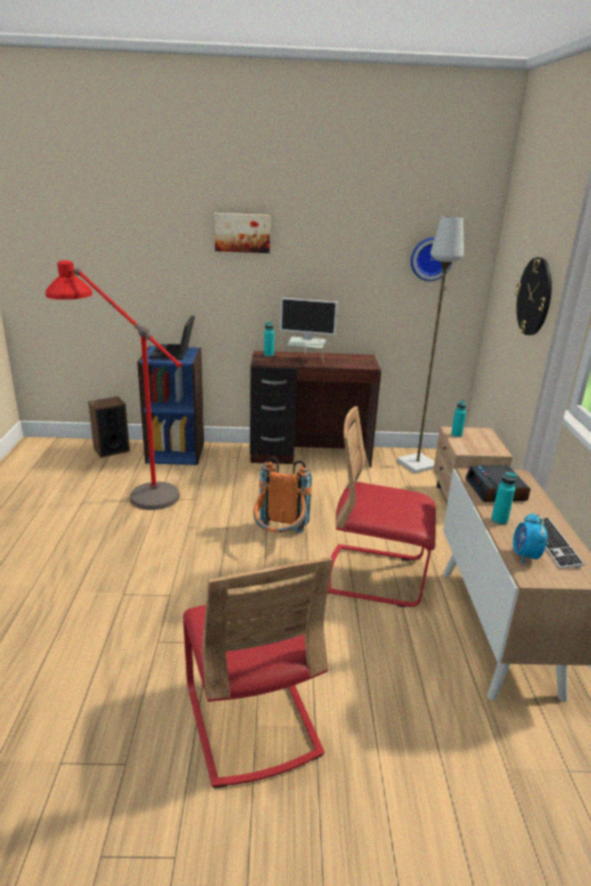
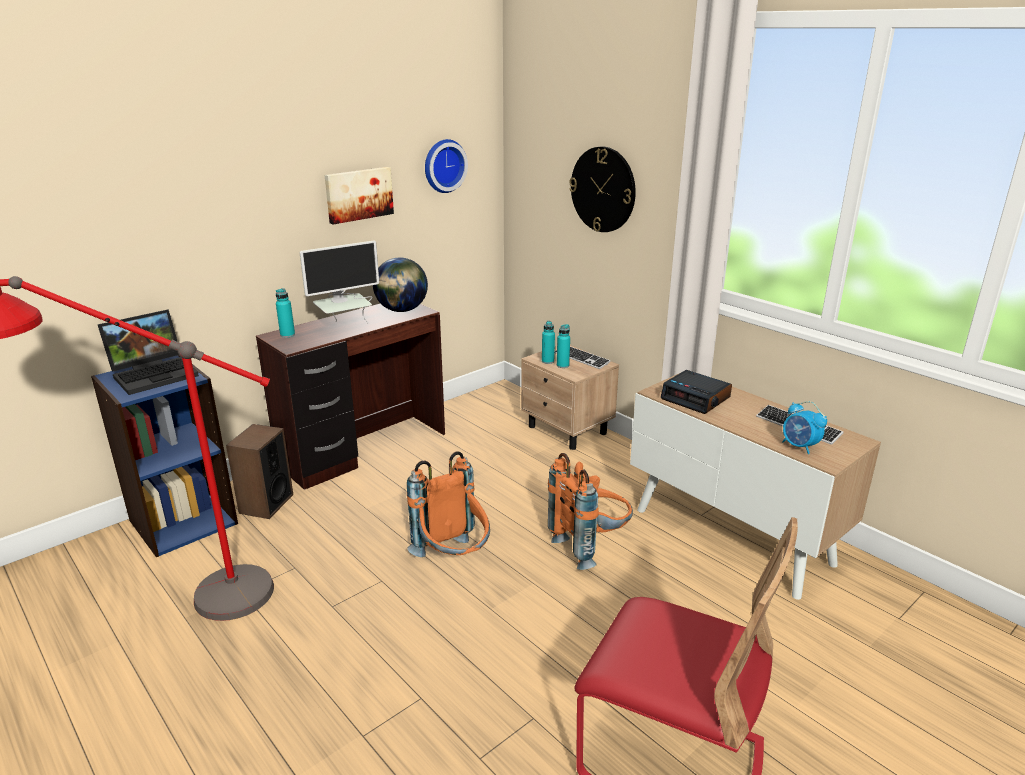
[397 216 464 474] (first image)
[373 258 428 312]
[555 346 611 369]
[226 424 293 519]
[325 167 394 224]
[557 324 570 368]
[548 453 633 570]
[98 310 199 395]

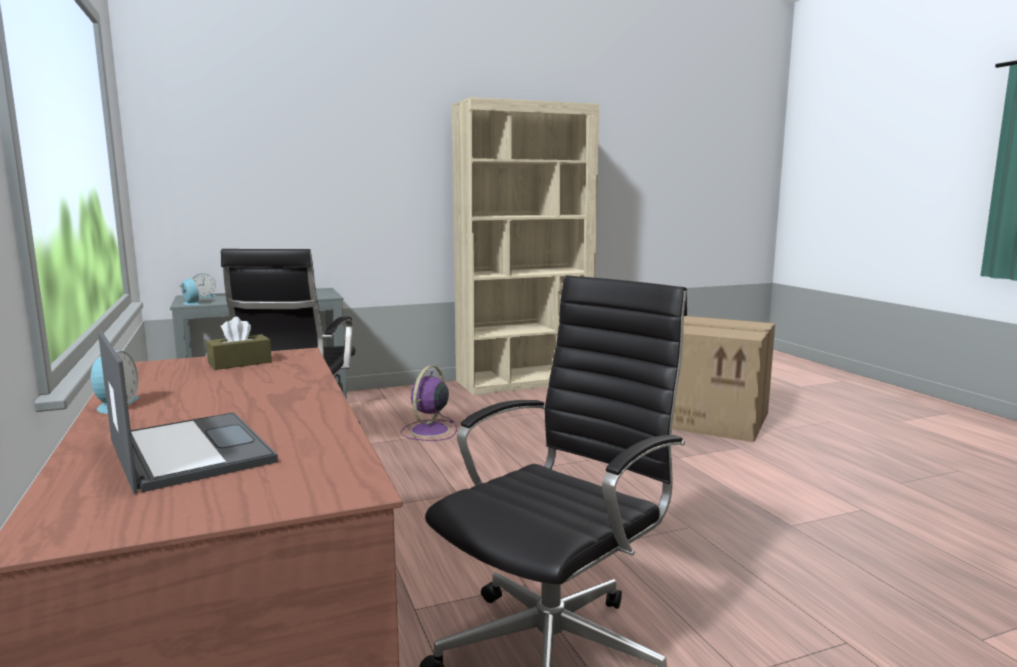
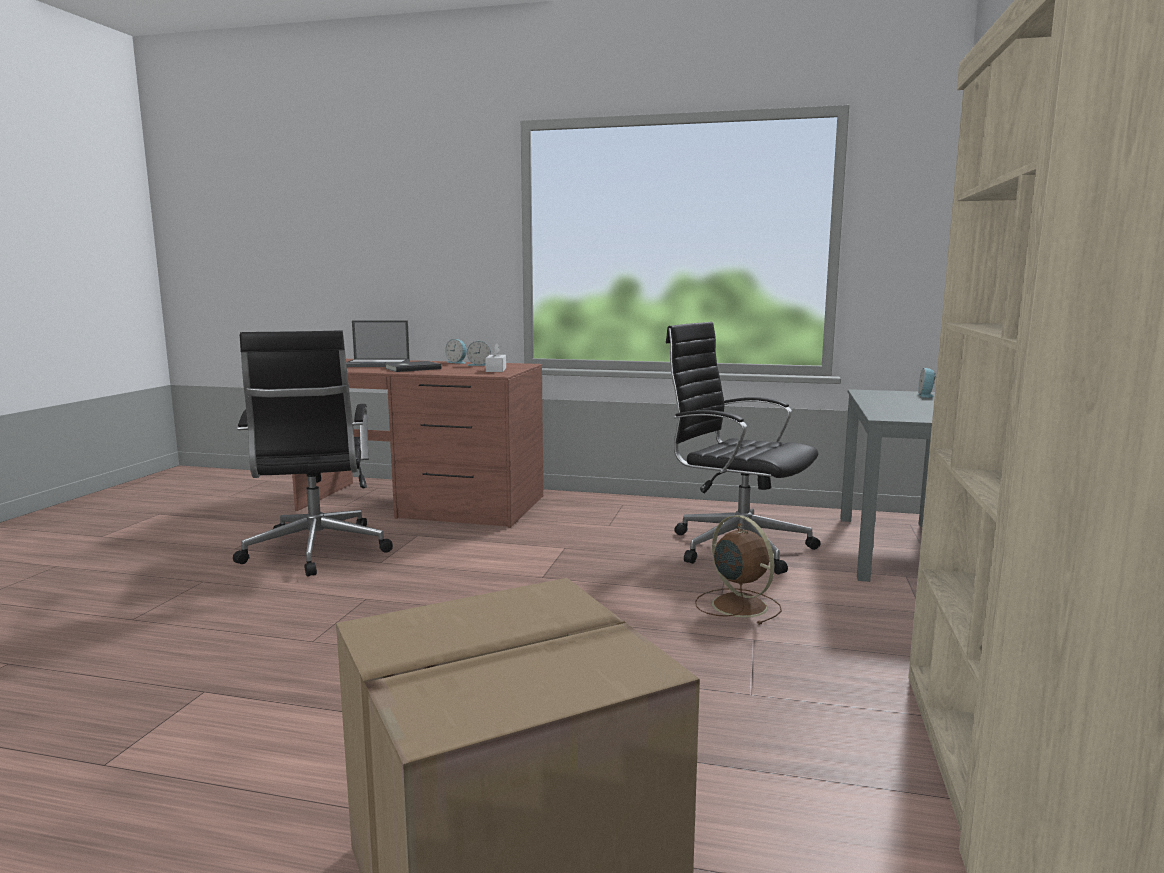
[385 361 441 372]
[467 341 491 366]
[485 343 506 372]
[695 515 782 625]

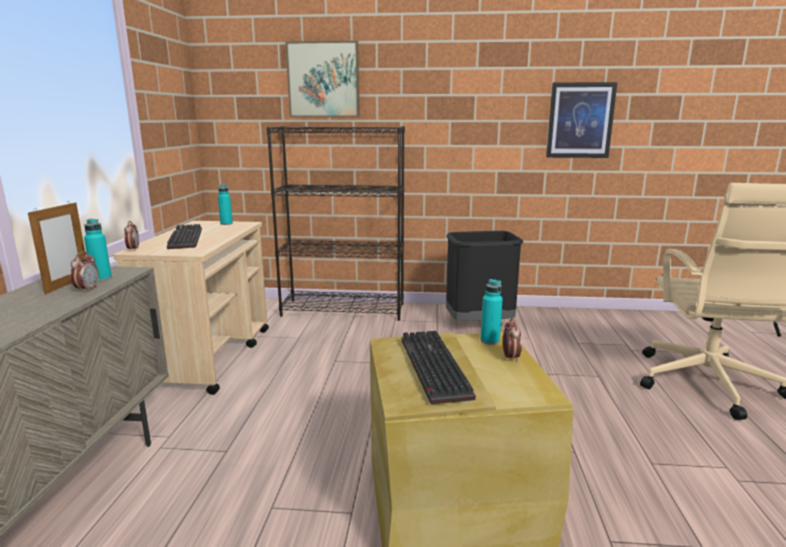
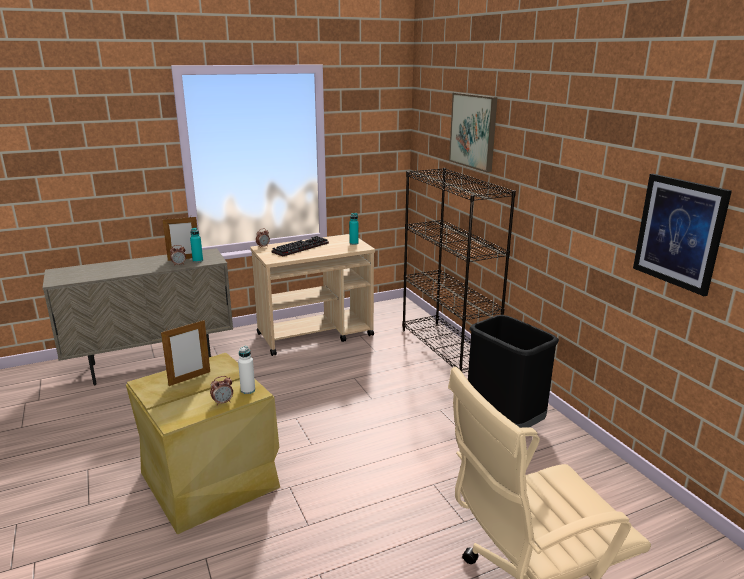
[161 320 210 386]
[238 346 255 394]

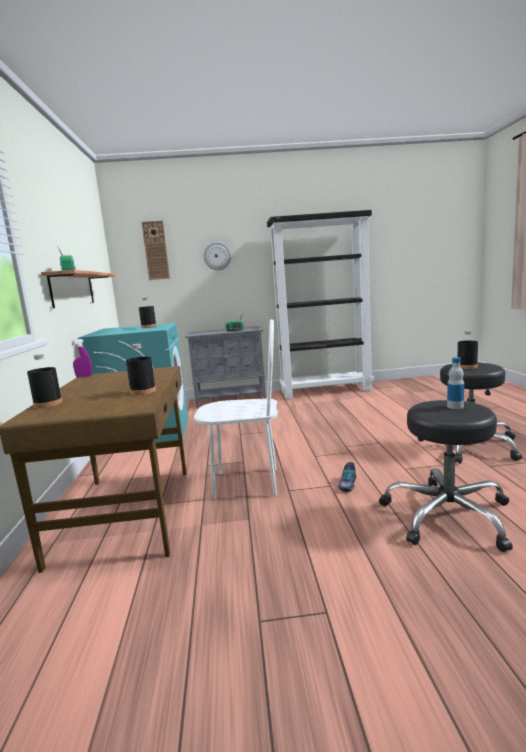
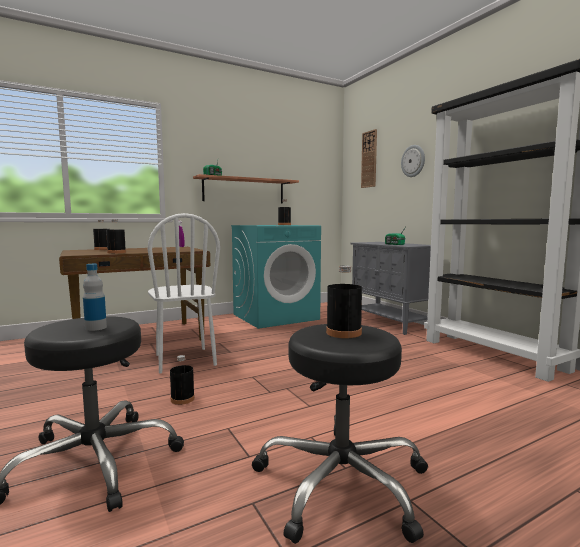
[170 355 195 405]

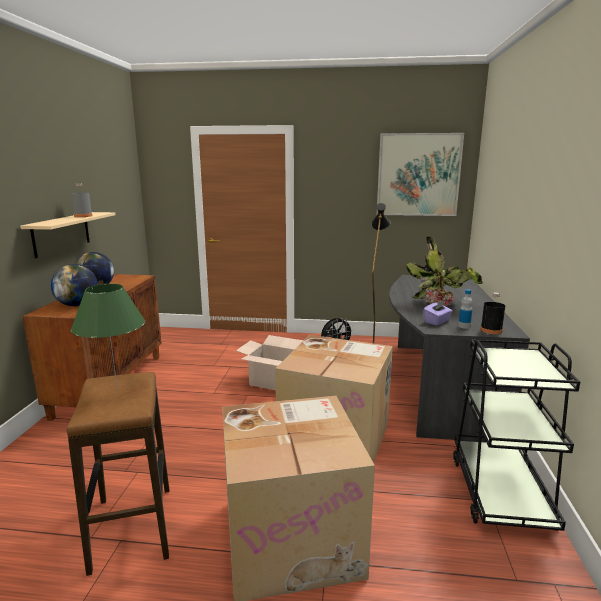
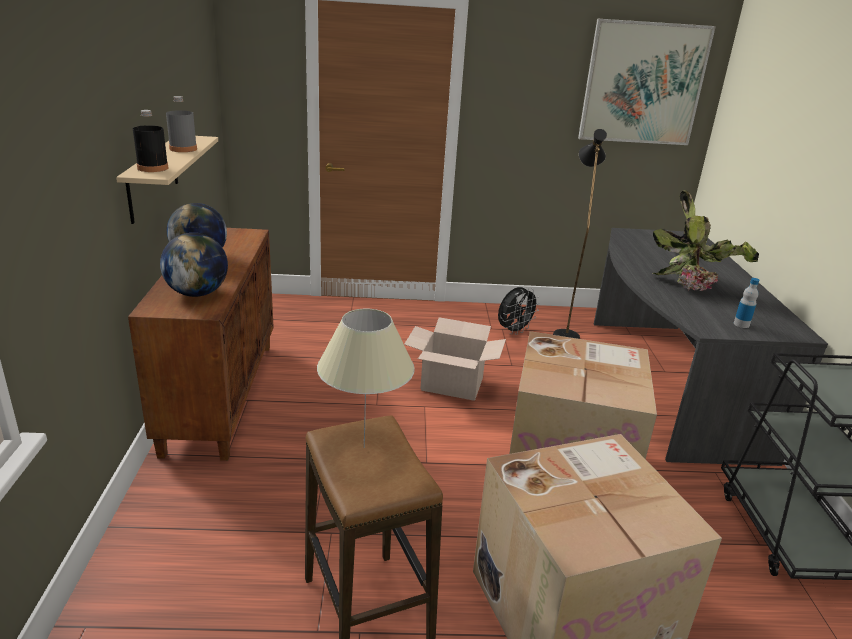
[423 301 453 326] (first image)
[133 110 168 172]
[317 309 415 448]

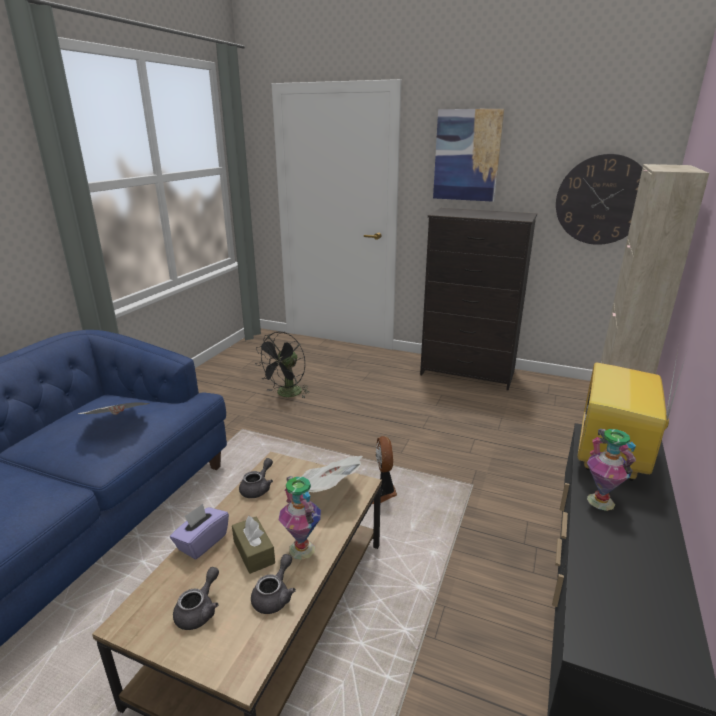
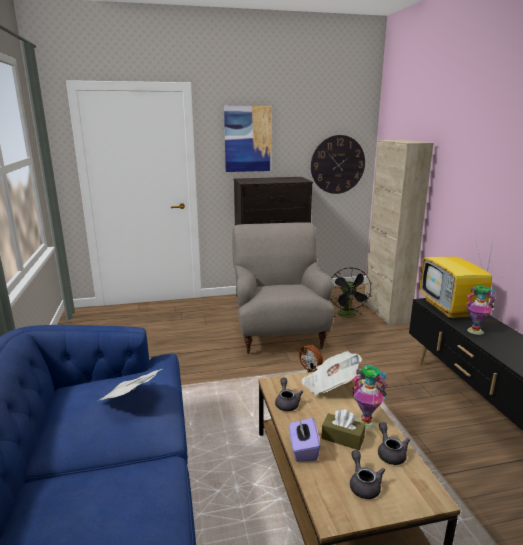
[233 222 334 354]
[330 267 372 317]

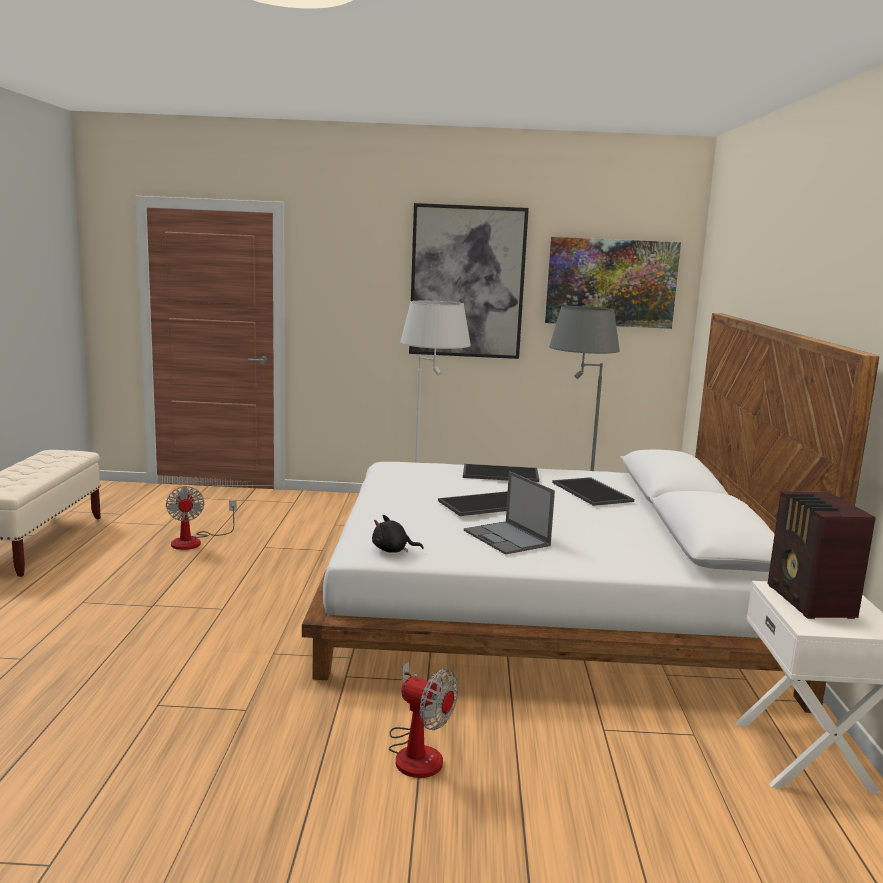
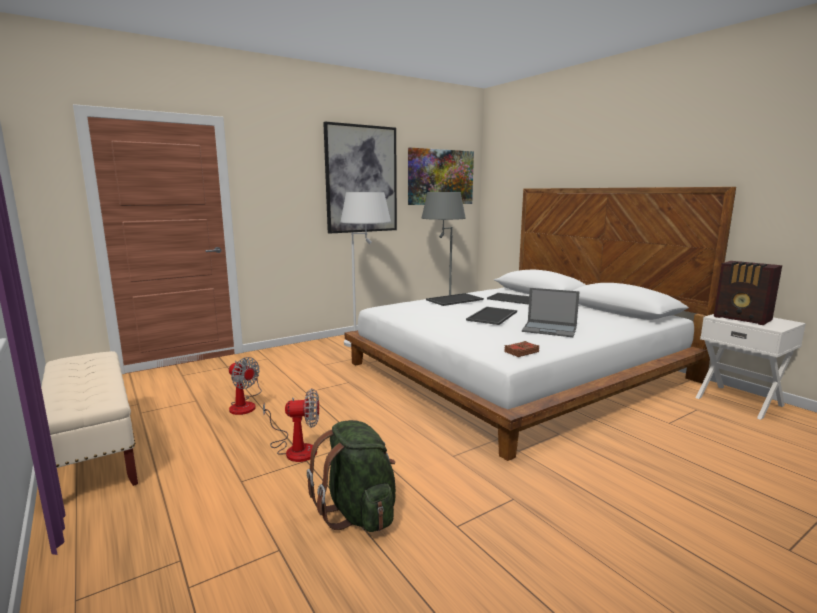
[307 420 396 532]
[263 389 319 462]
[504 341 539 357]

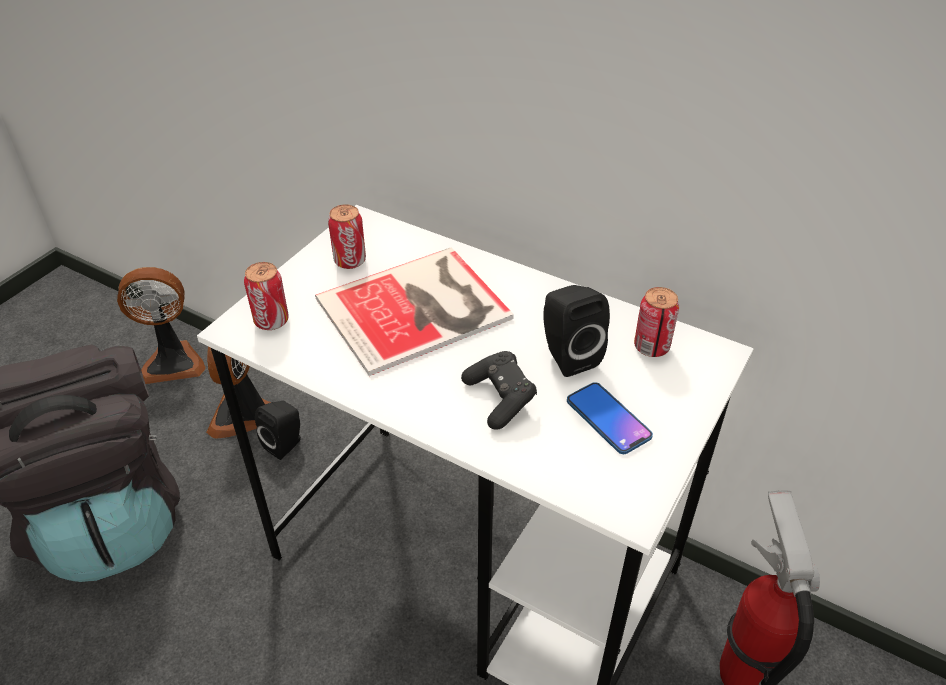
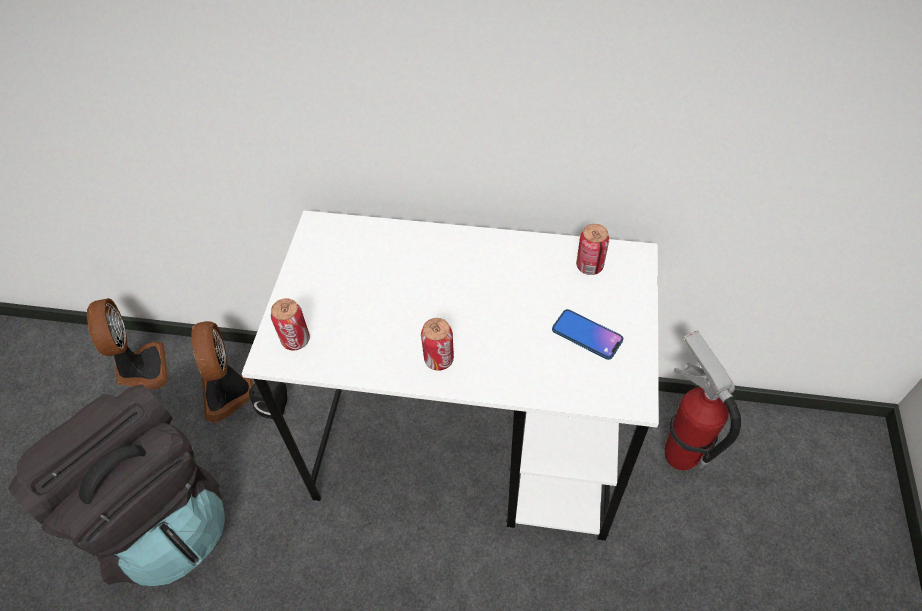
[315 247 514 376] (first image)
[461 351 537 430] (first image)
[544 285 610 377] (first image)
[421 318 454 371]
[86 298 168 389]

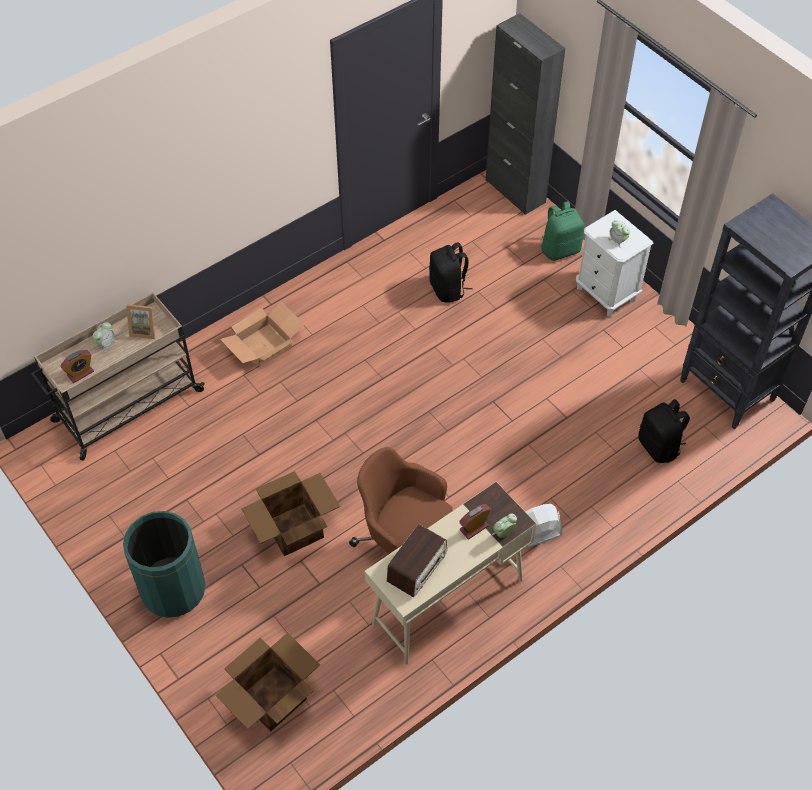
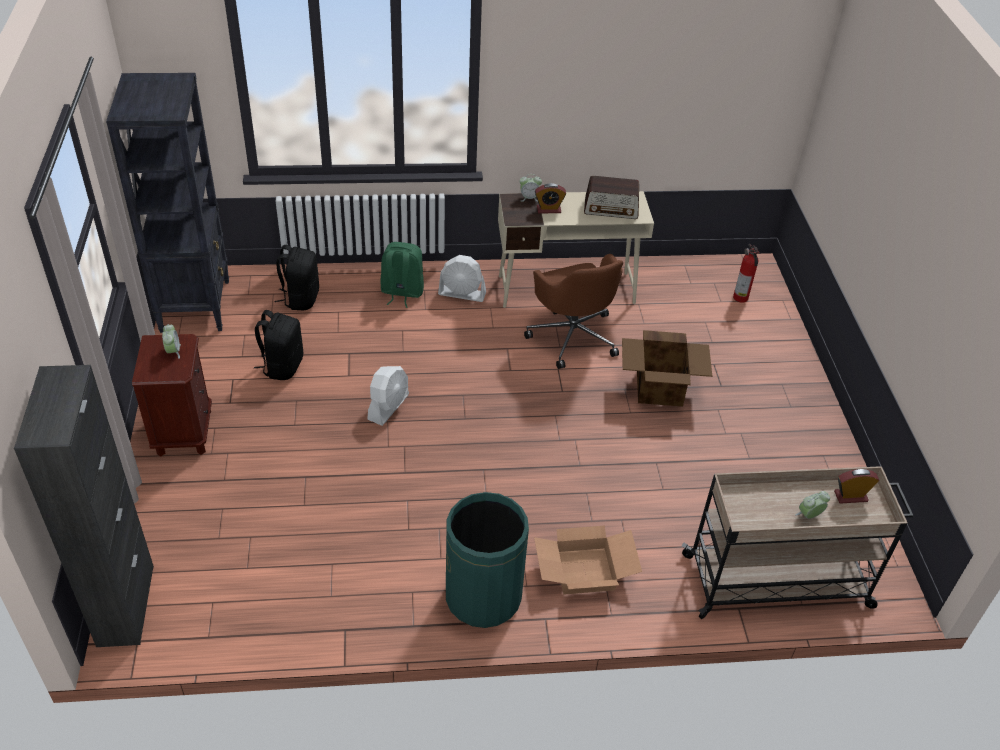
[126 304 155 339] (first image)
[367 366 409 426]
[446 492 529 628]
[254 310 303 380]
[381 242 424 308]
[733 244 760 303]
[132 334 212 457]
[584 176 639 219]

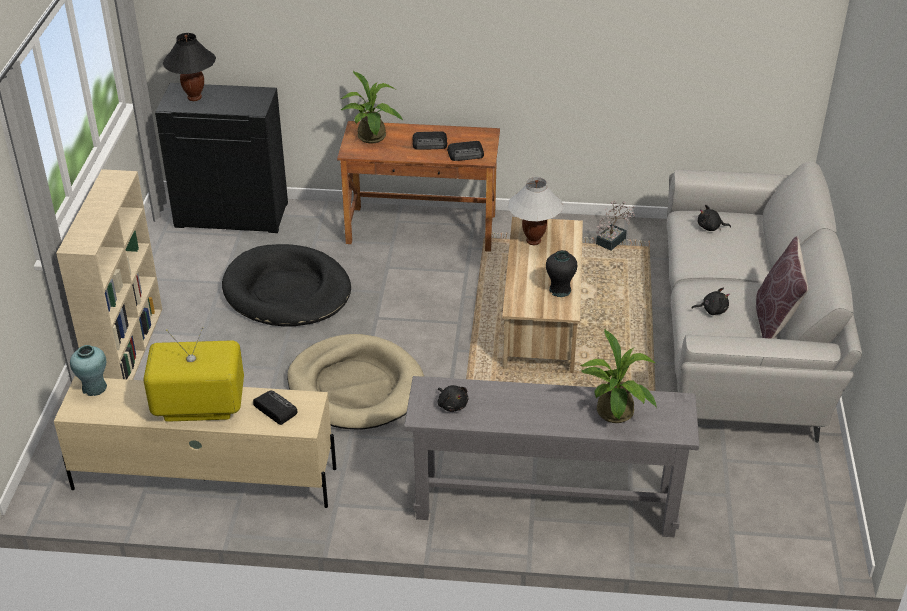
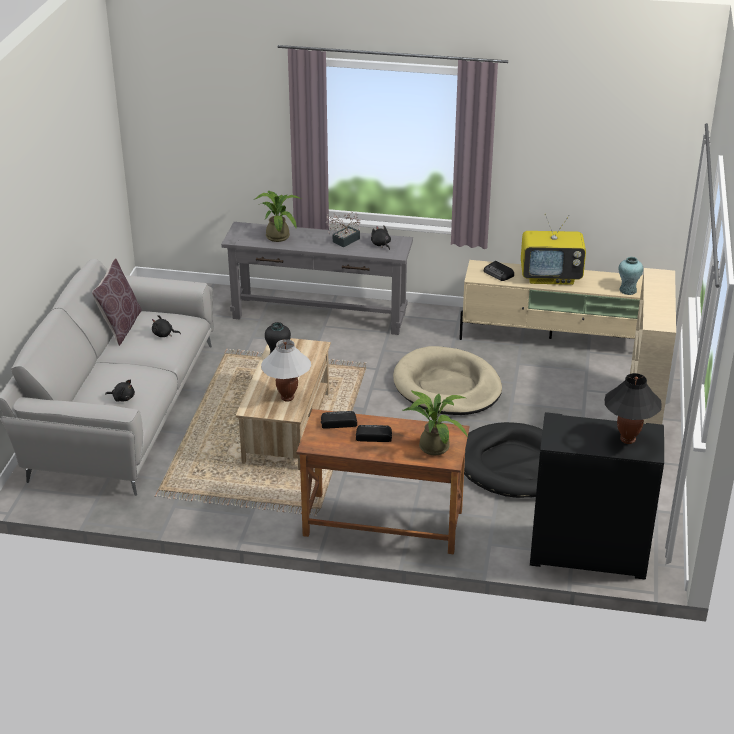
[326 212 361 247]

